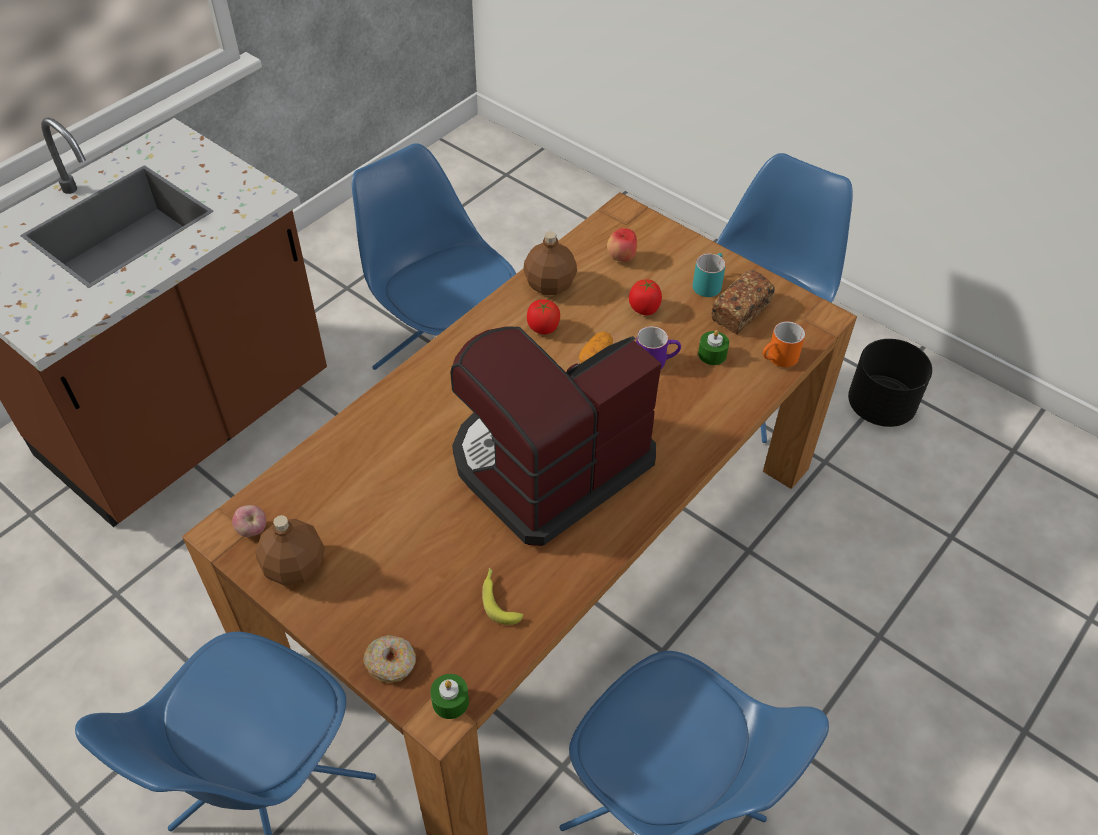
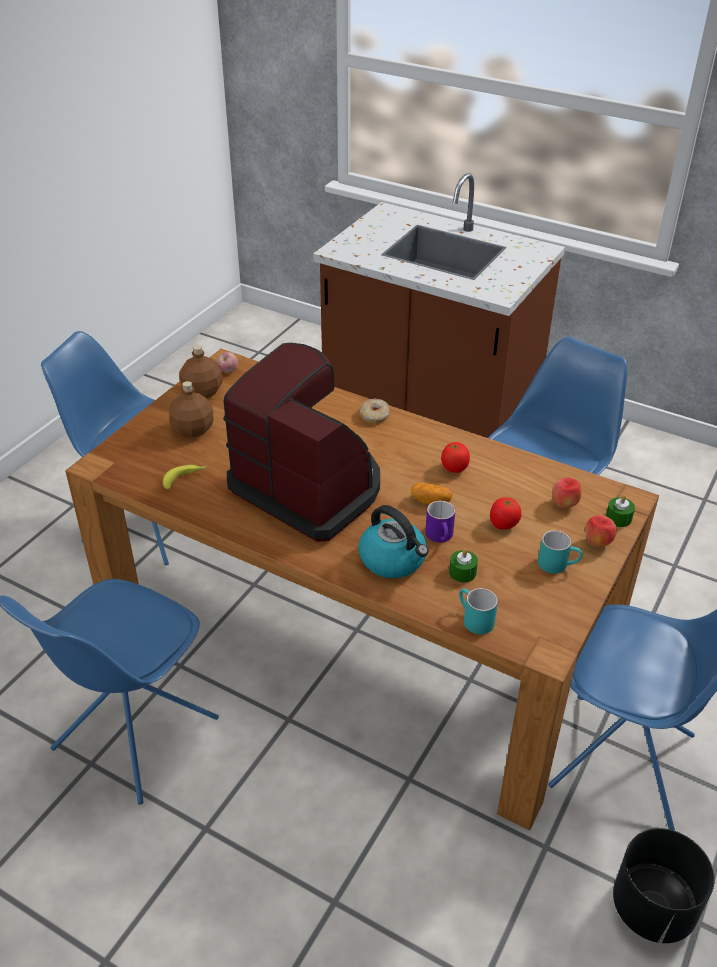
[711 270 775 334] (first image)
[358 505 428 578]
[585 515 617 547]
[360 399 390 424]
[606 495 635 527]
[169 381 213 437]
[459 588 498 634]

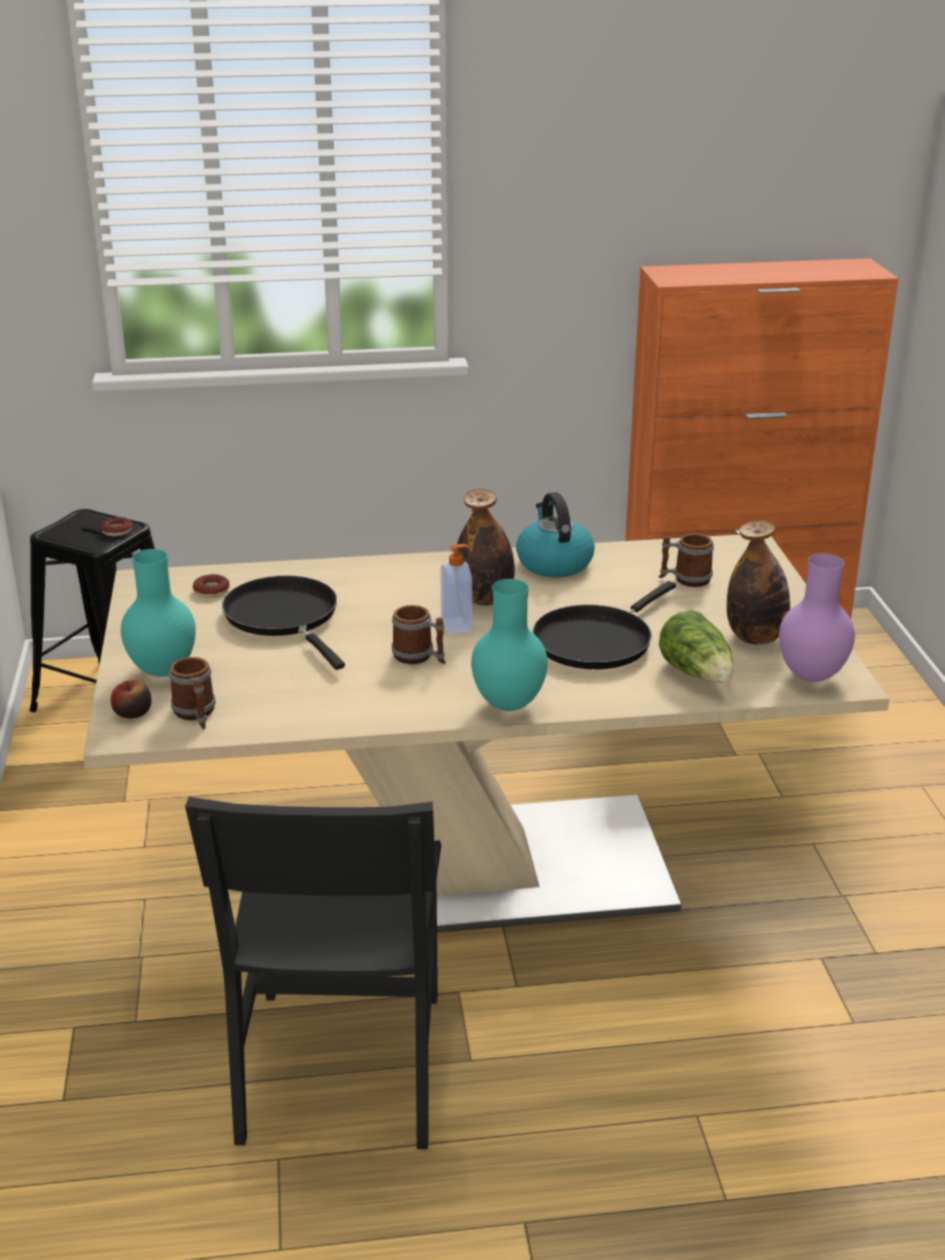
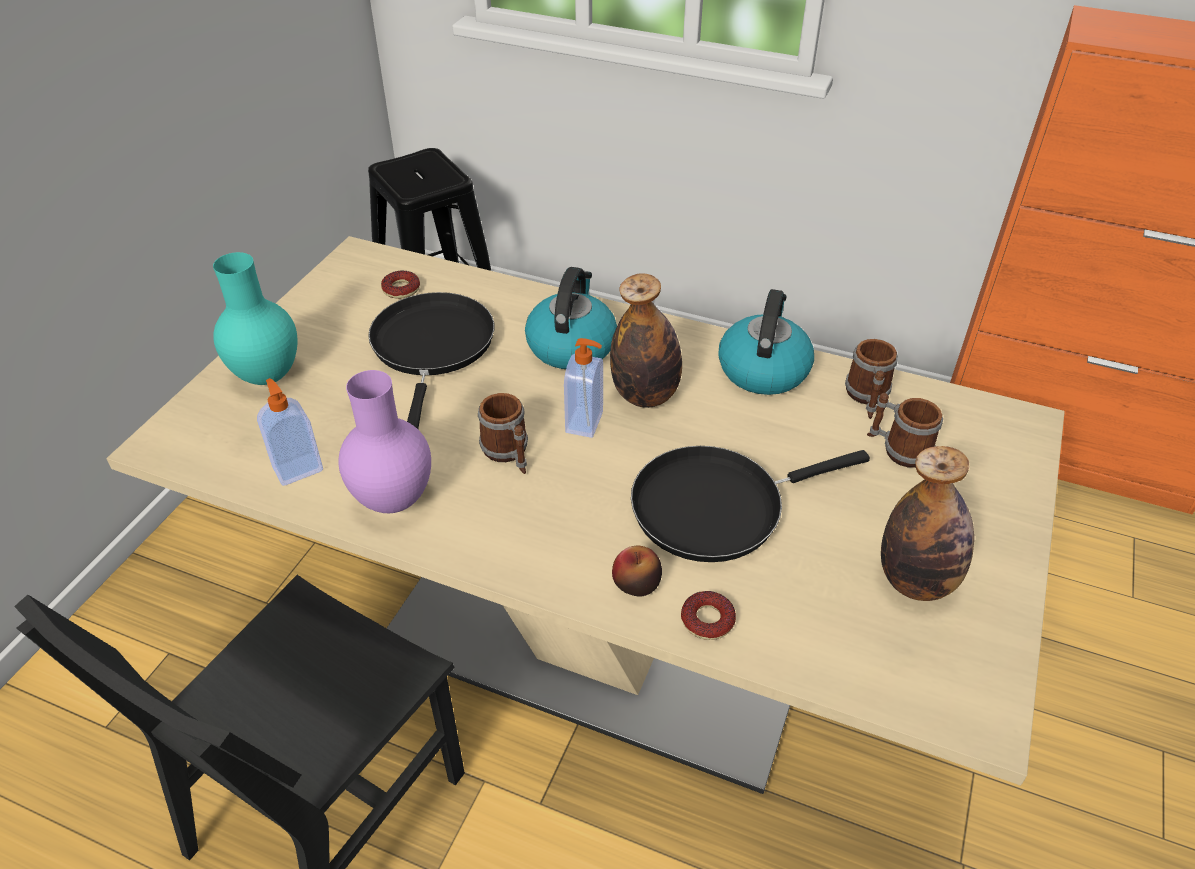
[471 579 548 711] (first image)
[659 610 733 683] (first image)
[257 378 323 486]
[525 267 617 369]
[681 591 736 640]
[612 546 662 597]
[845 339 898 419]
[338 370 431 513]

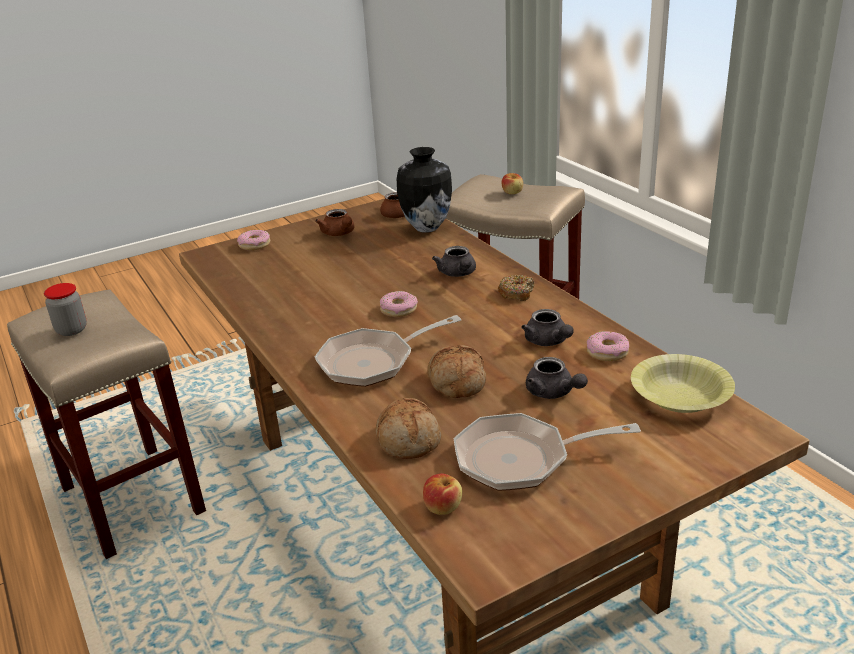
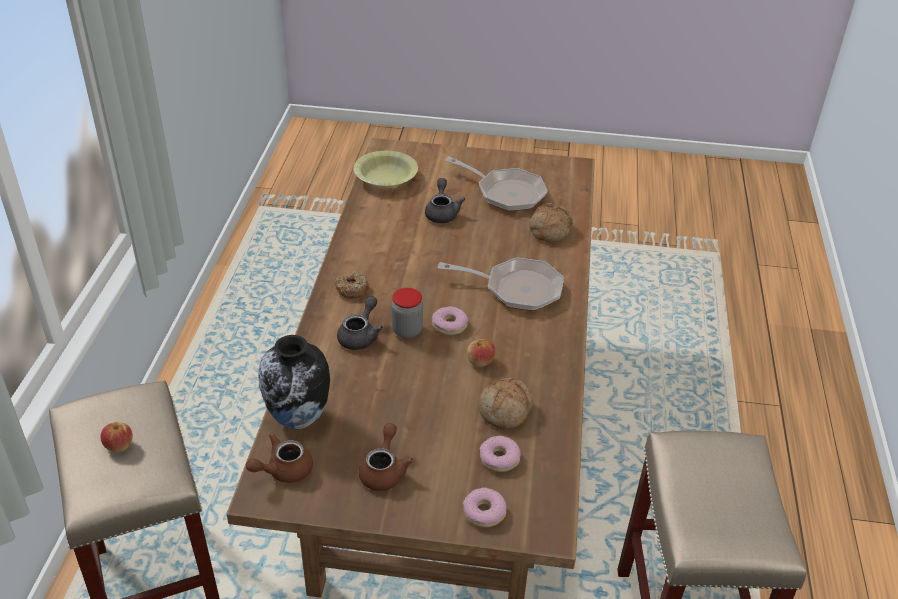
[521 309 574 346] (first image)
[391 288 423 338]
[467 339 495 367]
[478 378 534 429]
[479 436 521 472]

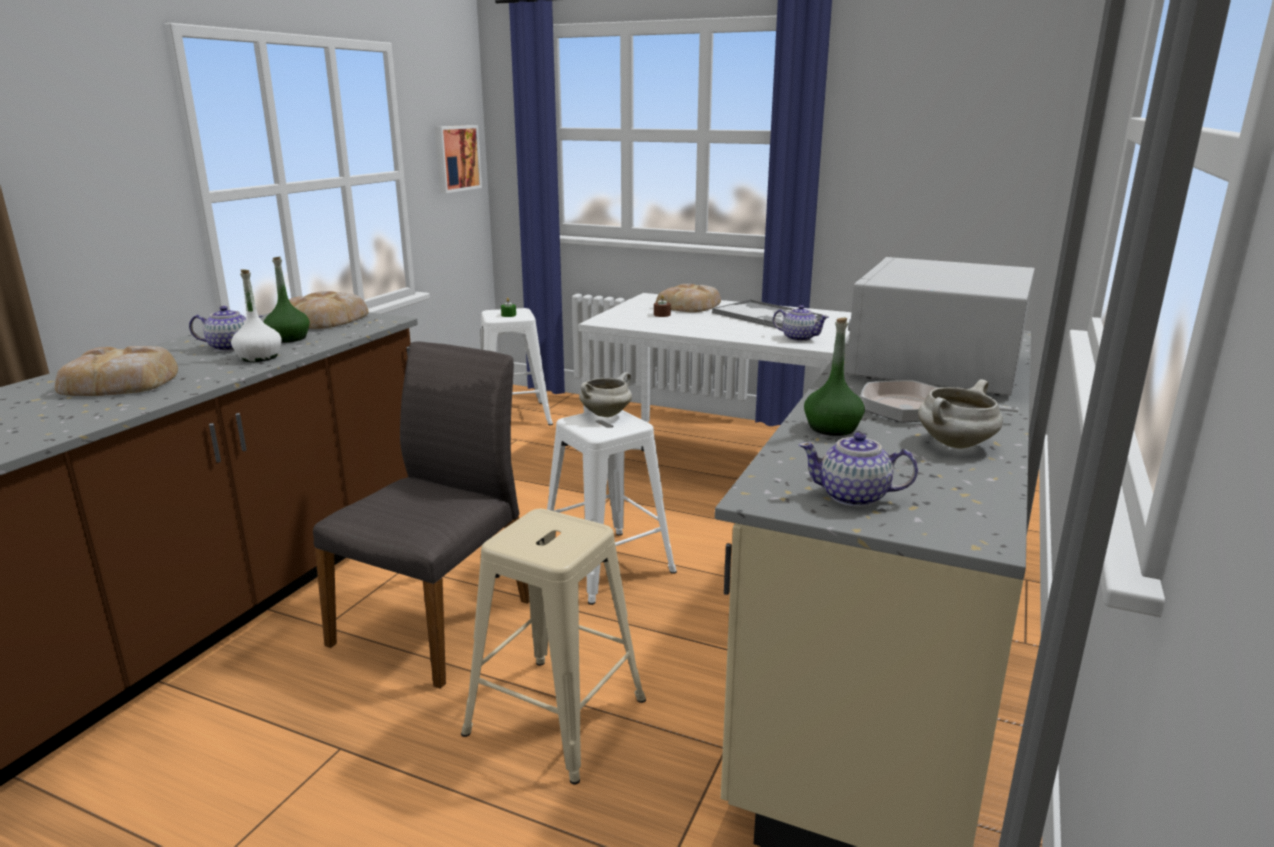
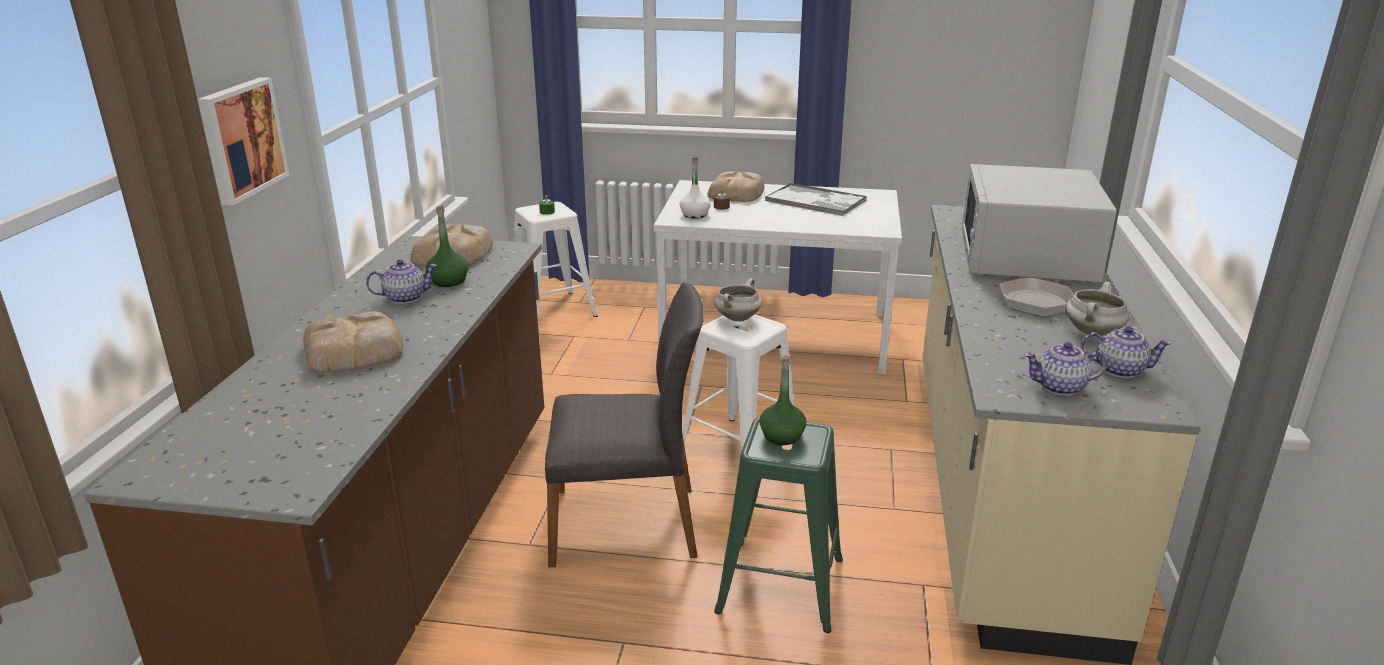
[680 157 711 219]
[198 77 290 205]
[1081 326 1172 378]
[759 356 806 445]
[714 417 843 633]
[545 282 704 567]

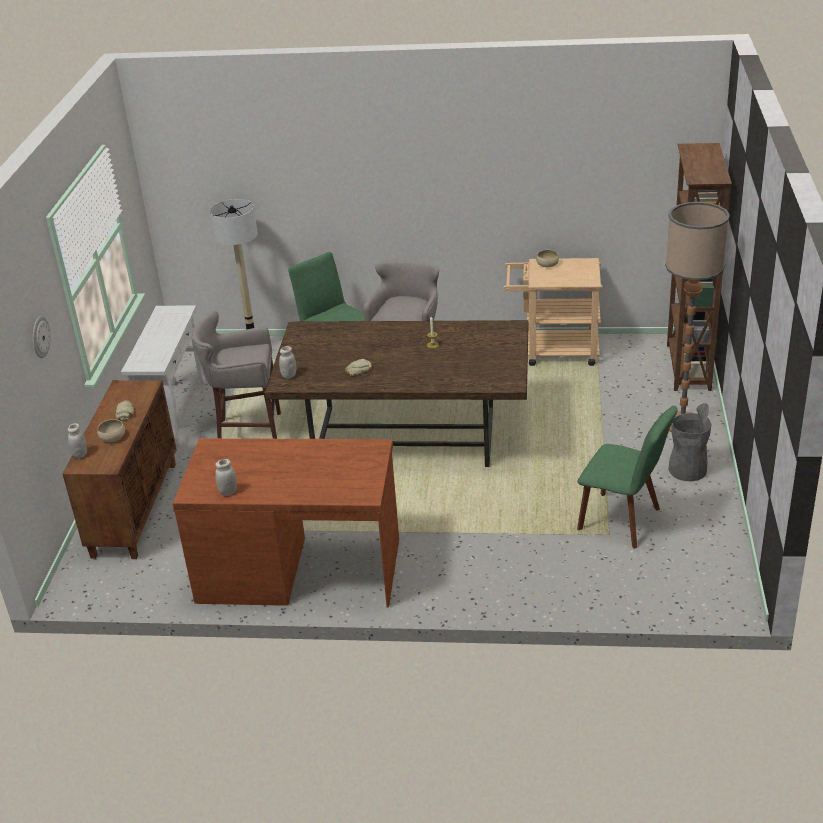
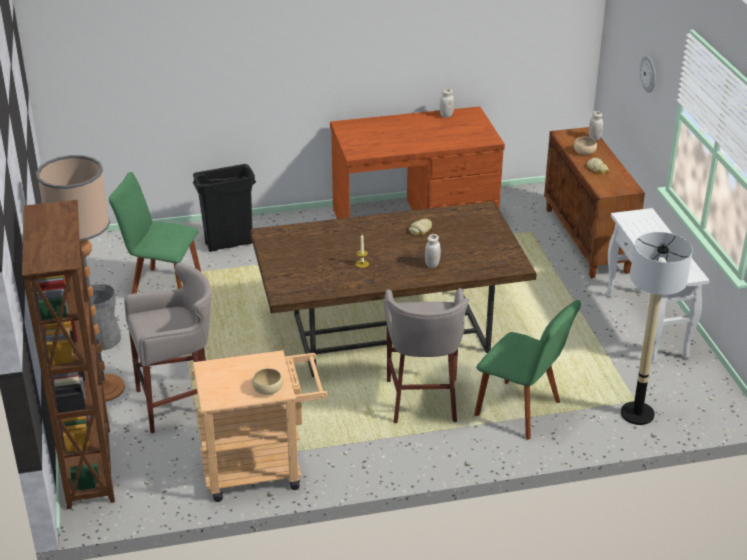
[193 164 256 252]
[124 262 211 434]
[425 234 441 268]

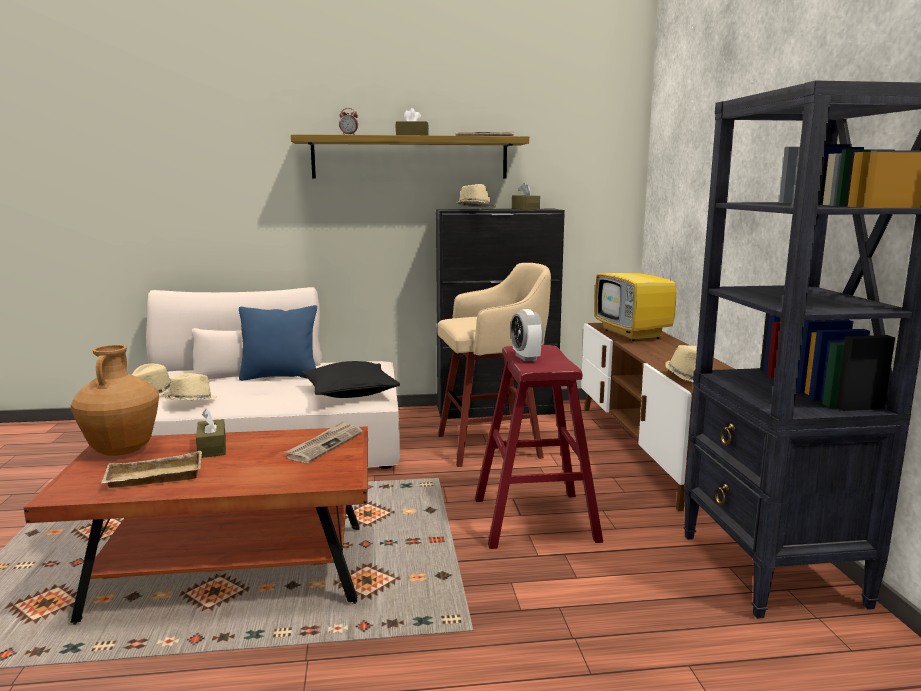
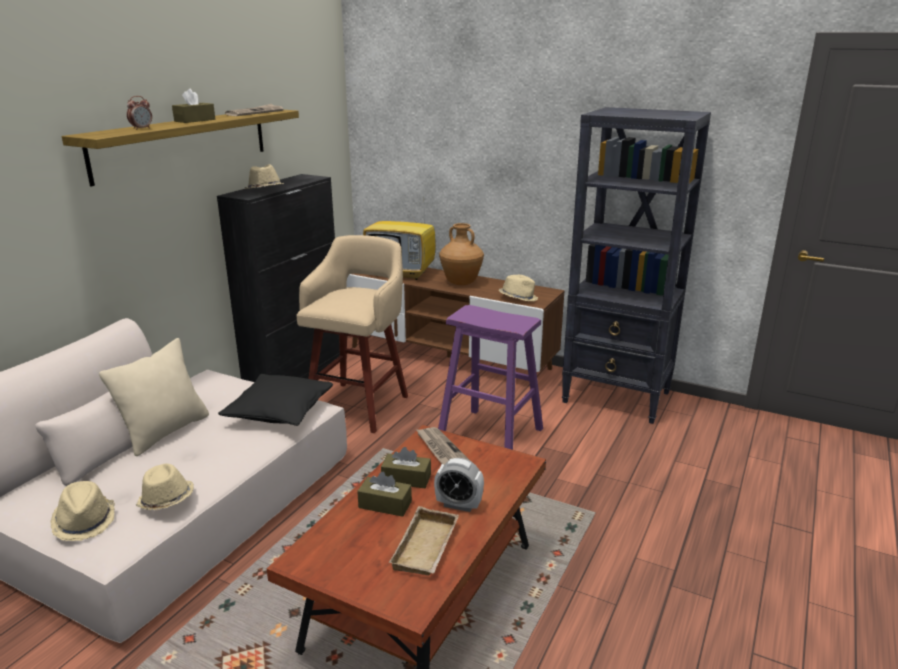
[439 223 484 285]
[434 458 484 512]
[381 447 431 488]
[99 338 209 456]
[438 305 543 450]

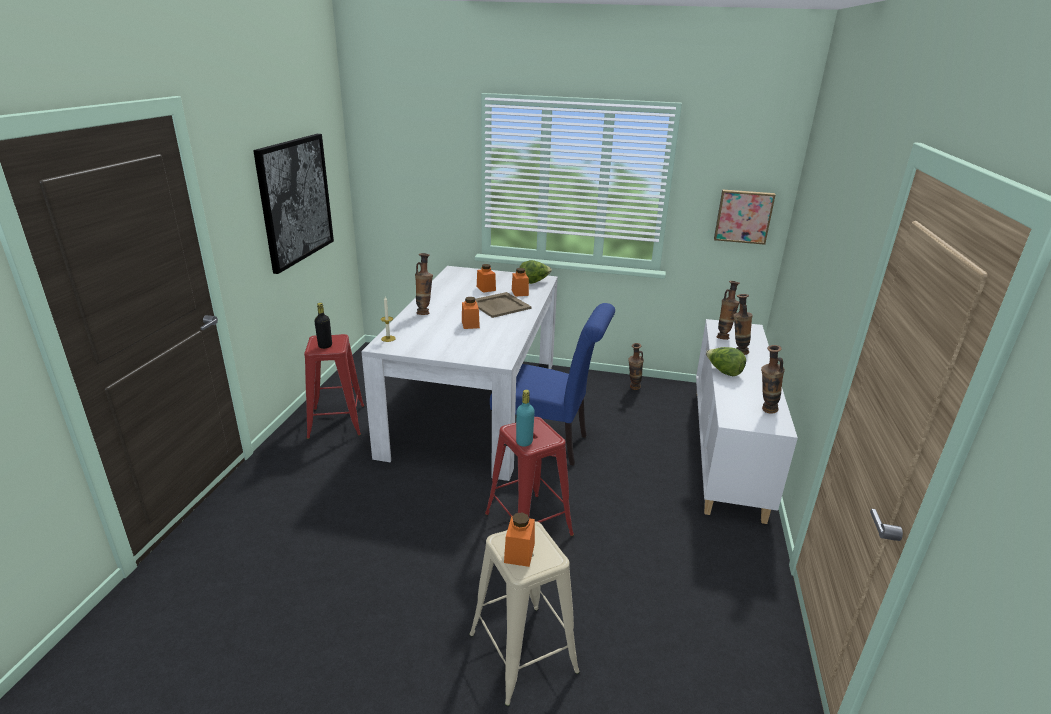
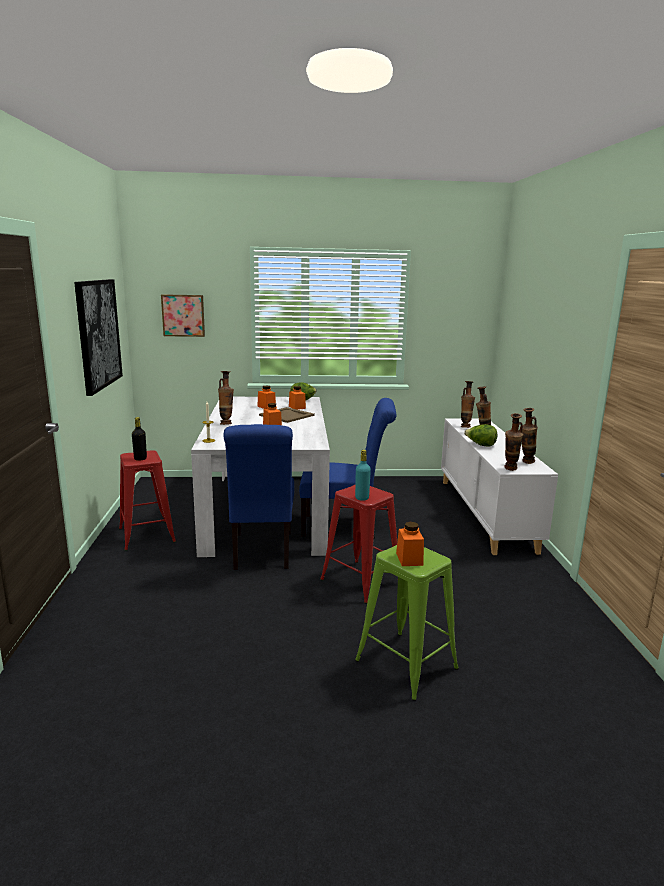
[223 424 294 570]
[505 413 523 471]
[161 294 205 337]
[355 545 459 701]

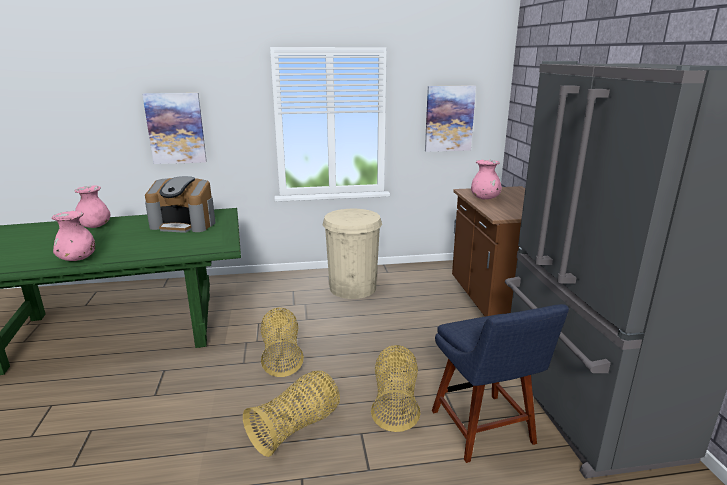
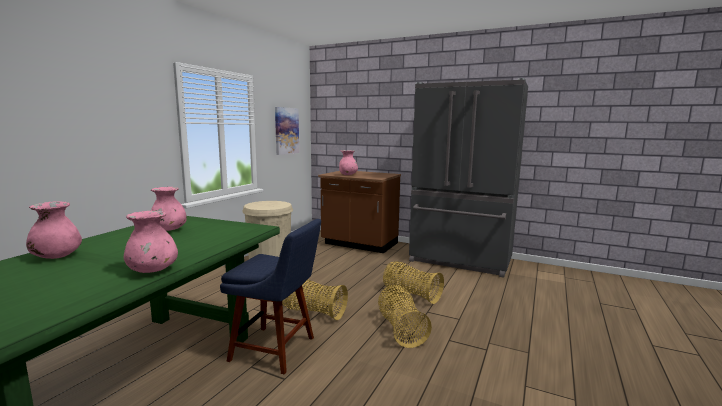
[142 93 207 164] (first image)
[220 219 321 375]
[151 187 187 231]

